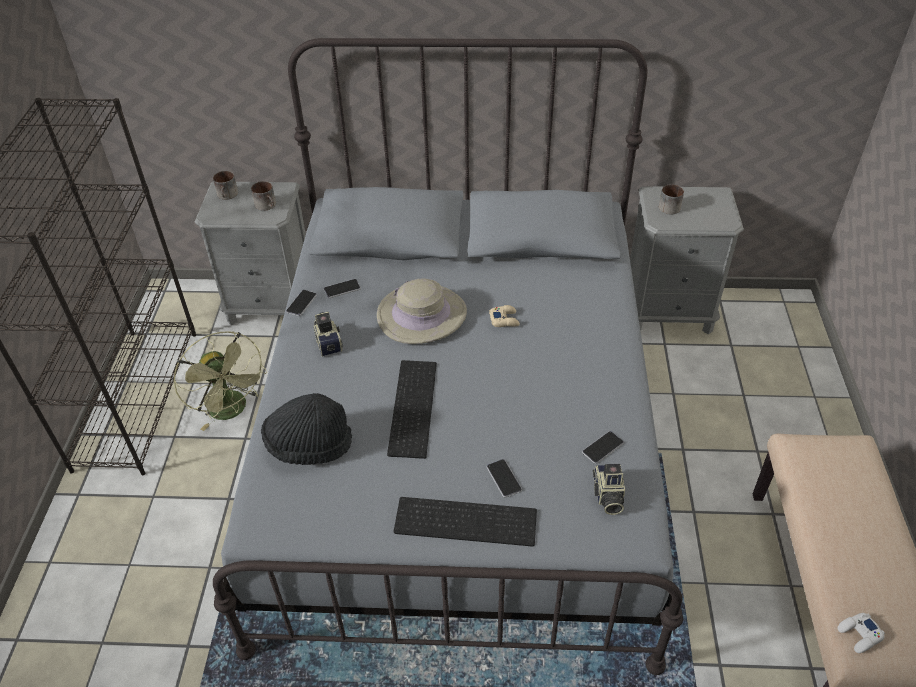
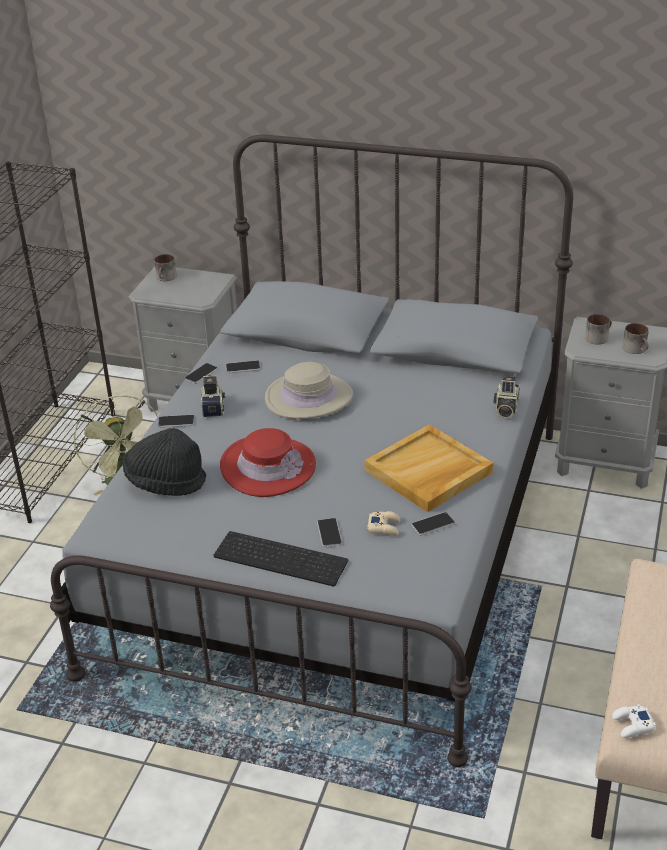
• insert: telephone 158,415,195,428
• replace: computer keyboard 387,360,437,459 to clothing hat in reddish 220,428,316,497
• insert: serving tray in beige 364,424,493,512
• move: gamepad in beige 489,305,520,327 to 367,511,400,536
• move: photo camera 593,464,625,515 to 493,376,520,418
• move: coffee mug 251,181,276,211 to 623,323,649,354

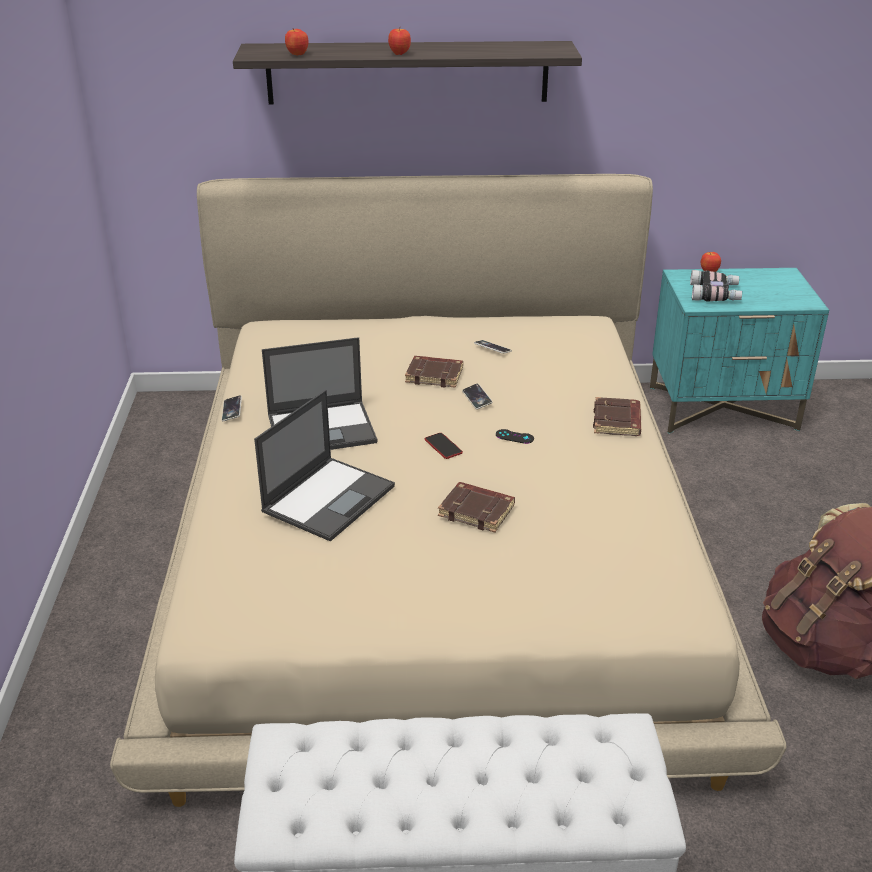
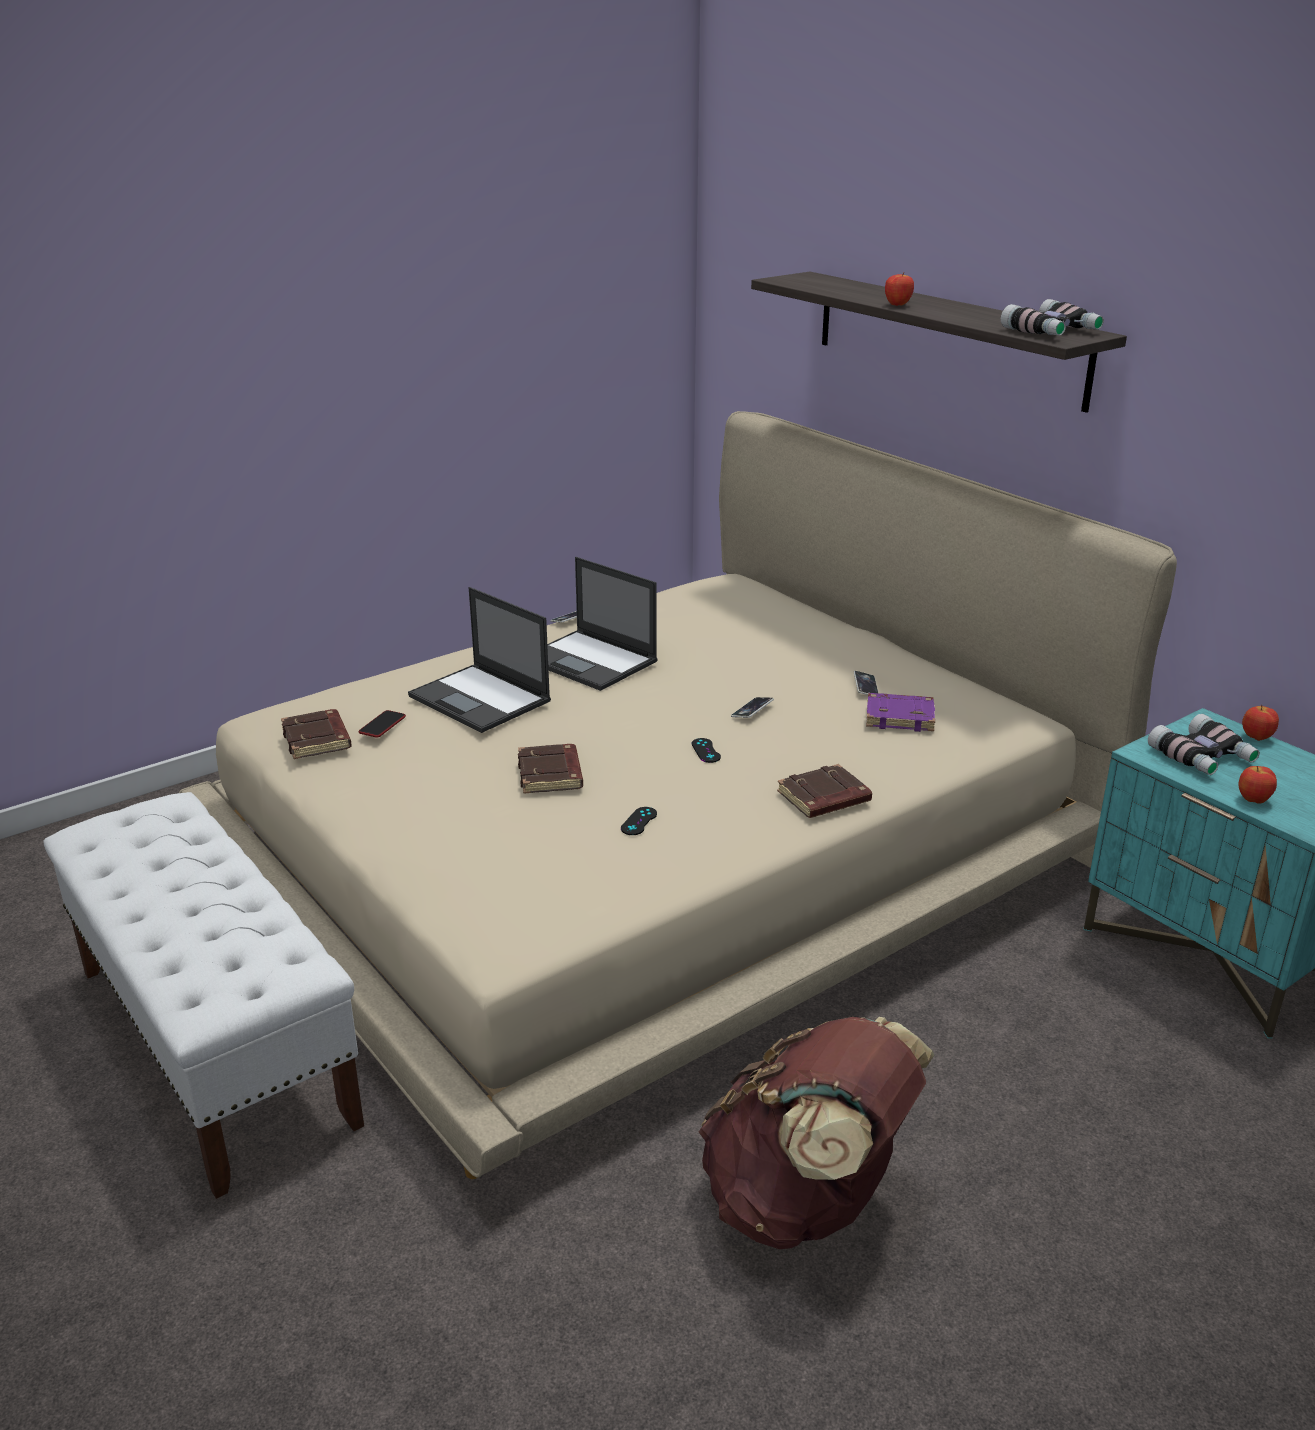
• move: volume in brown 405,356,463,388 to 281,709,352,759
• move: telephone 425,433,463,459 to 359,710,406,738
• rotate: notebook computer 254,390,395,542 = 408,587,551,733 45 degrees clockwise
• insert: gamepad in black 621,807,657,835
• insert: volume in purplish 866,693,935,732
• insert: field glasses 1001,299,1104,336
• move: apple fruit 285,29,308,56 to 1239,766,1277,803

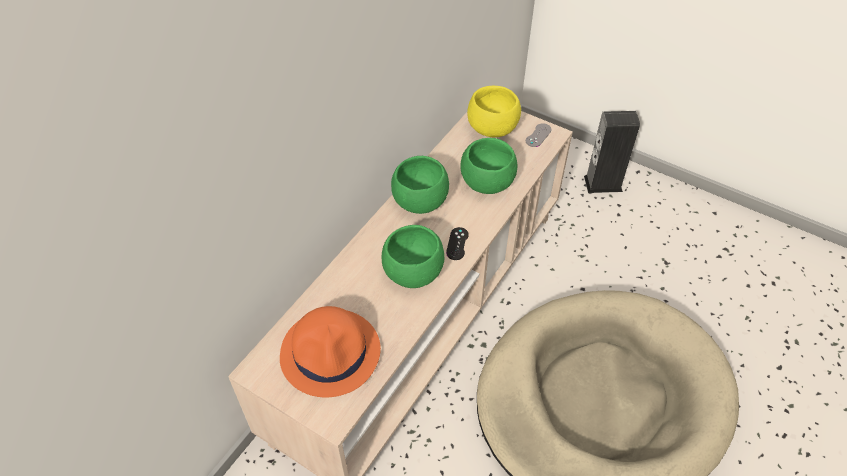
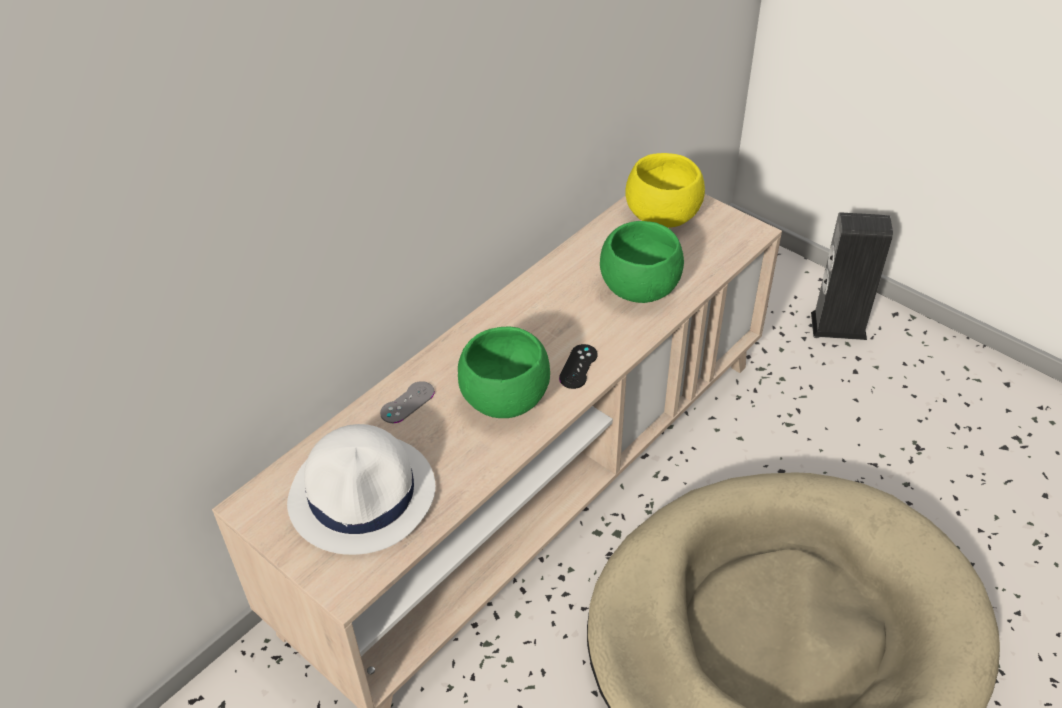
• recolor: clothing hat in orange-coloured 280,306,381,397 to clothing hat in white 287,424,436,555
• move: gamepad in greyish 526,123,552,147 to 380,381,435,423
• delete: bowl in green-coloured 391,156,449,214

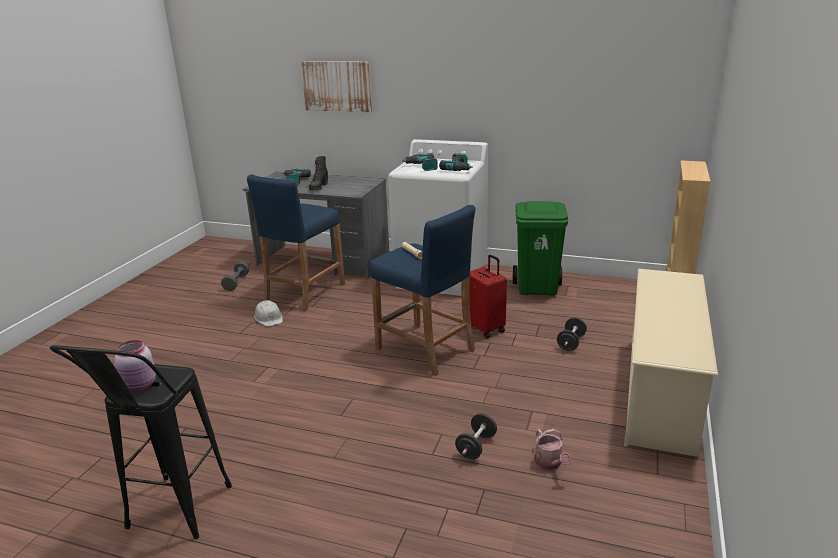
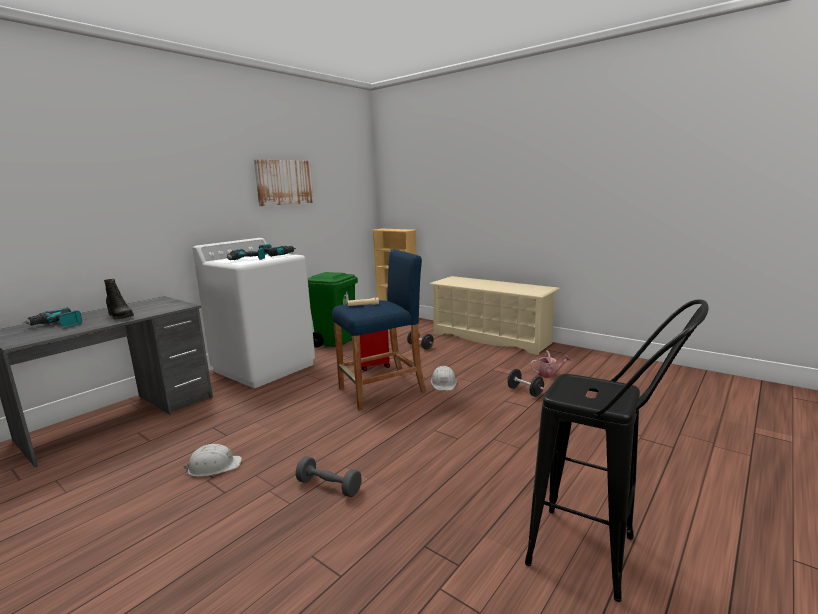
• move: wall picture 301,61,372,112 to 254,160,314,206
• move: hand weight in greyish 221,261,249,291 to 296,456,362,497
• insert: hard hat in white 431,366,457,391
• delete: storage jar in pinkish 114,340,156,391
• delete: stool in blue-coloured 247,174,345,311

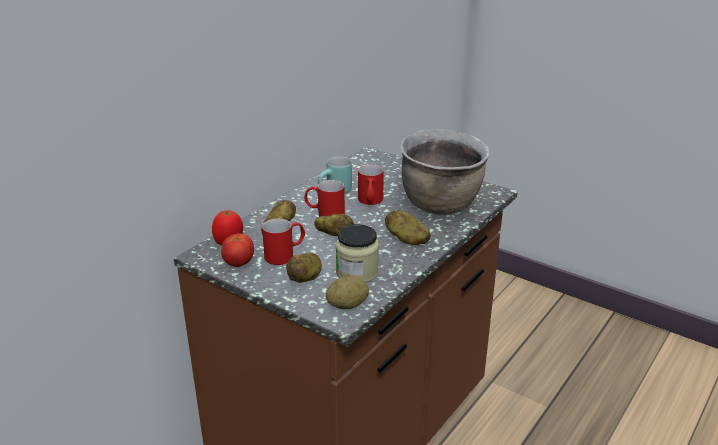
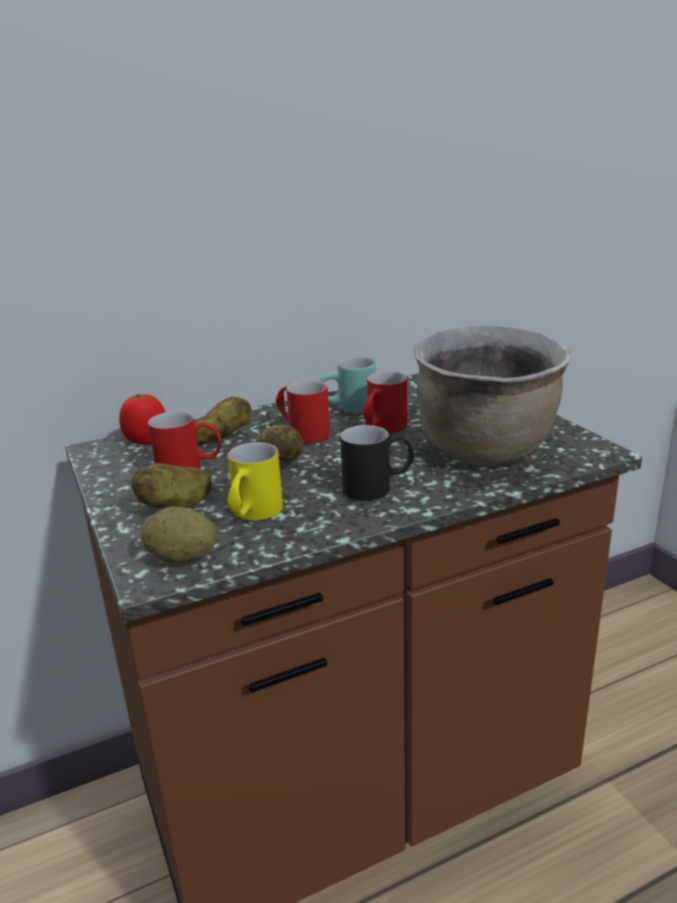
• replace: storage jar 336,224,379,283 to coffee mug in yellow-coloured 227,442,283,521
• replace: potato 385,210,430,245 to coffee mug in black 340,425,414,500
• delete: whole tomato 221,233,254,267

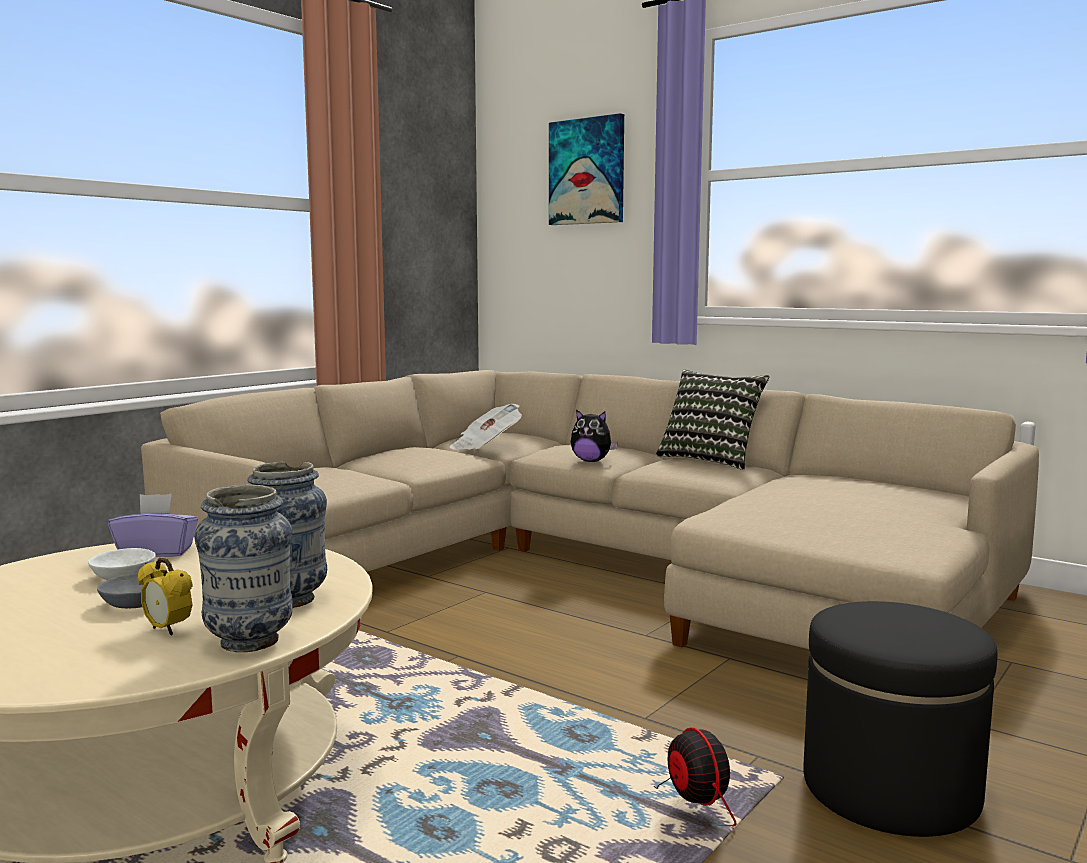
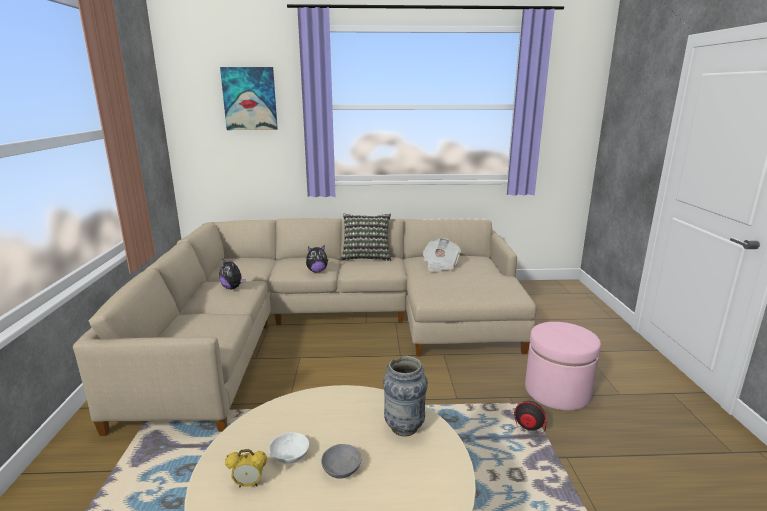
• insert: soft toy 219,258,245,289
• move: bedside clock 137,558,193,635 to 225,449,267,487
• move: newspaper 449,404,522,450 to 422,238,461,272
• recolor: ottoman in black 803,601,997,837 to ottoman in pinkish 525,322,601,411
• delete: tissue holder in purplish 108,494,198,557
• delete: decorative vase 194,485,293,652

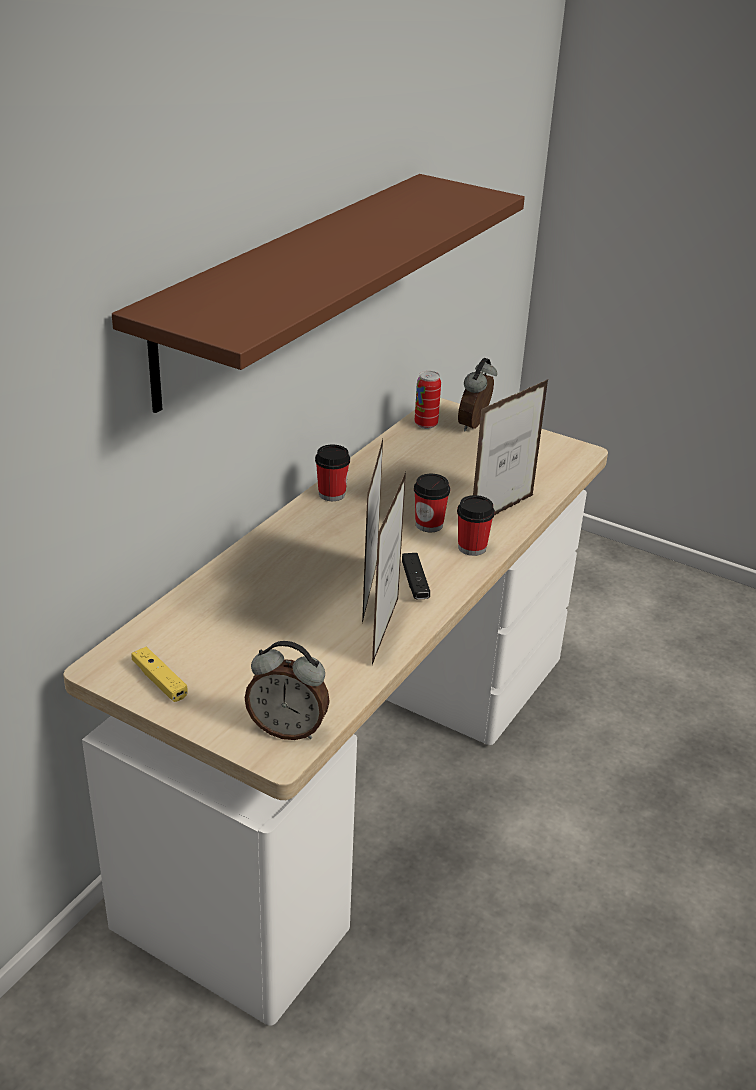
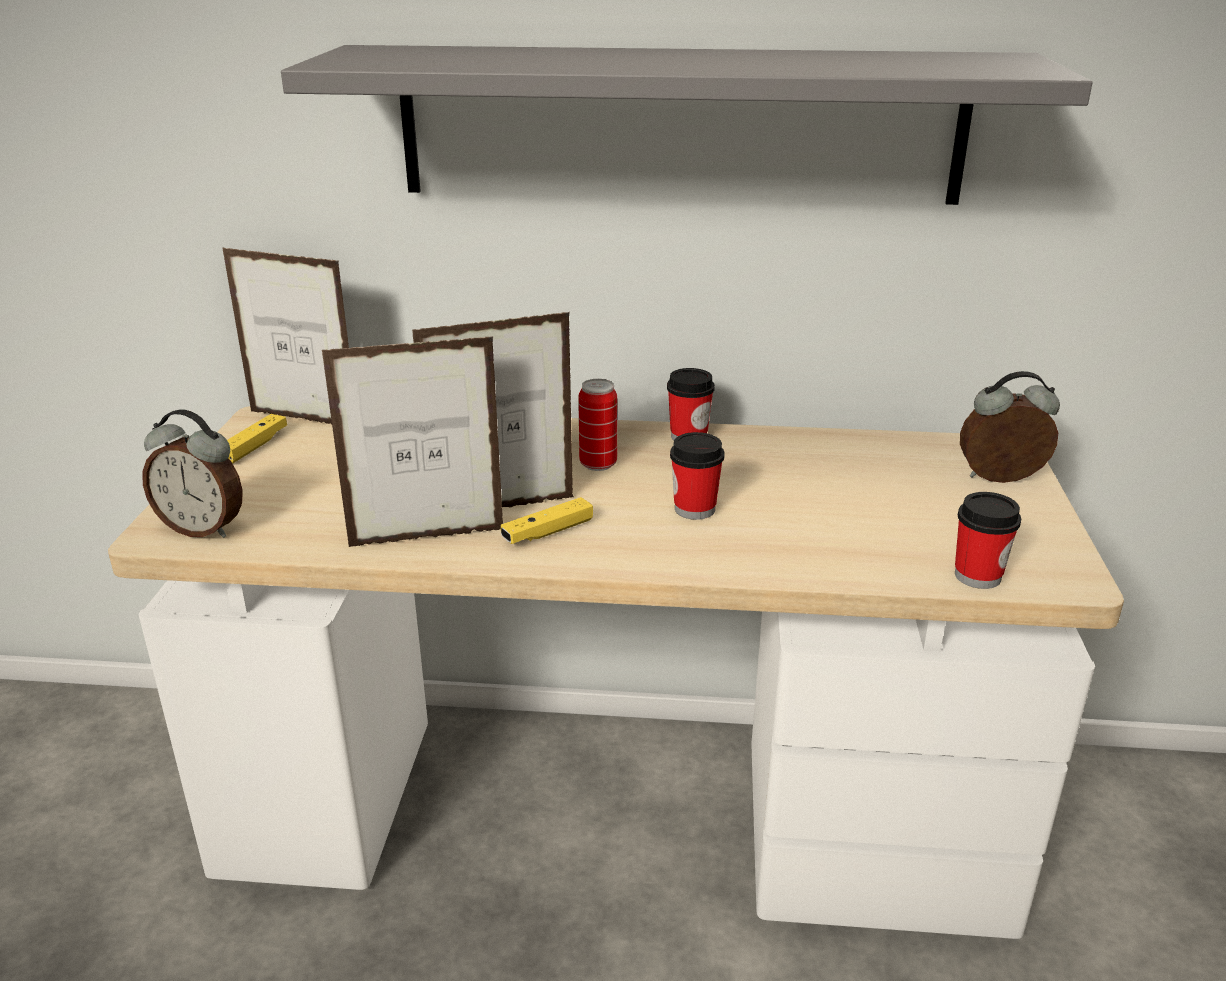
• rotate: bedside clock 245,641,330,740 = 143,410,243,538 60 degrees counterclockwise
• move: standing frame 473,379,548,515 to 222,247,349,425
• recolor: bracket shelf in brown 112,174,525,413 to bracket shelf in greyish 281,45,1092,205
• recolor: gamepad in black 402,553,430,600 to gamepad in yellow-coloured 501,497,593,544
• move: metal can 414,371,441,429 to 578,379,617,471
• move: cup 457,495,495,556 to 955,492,1021,589

